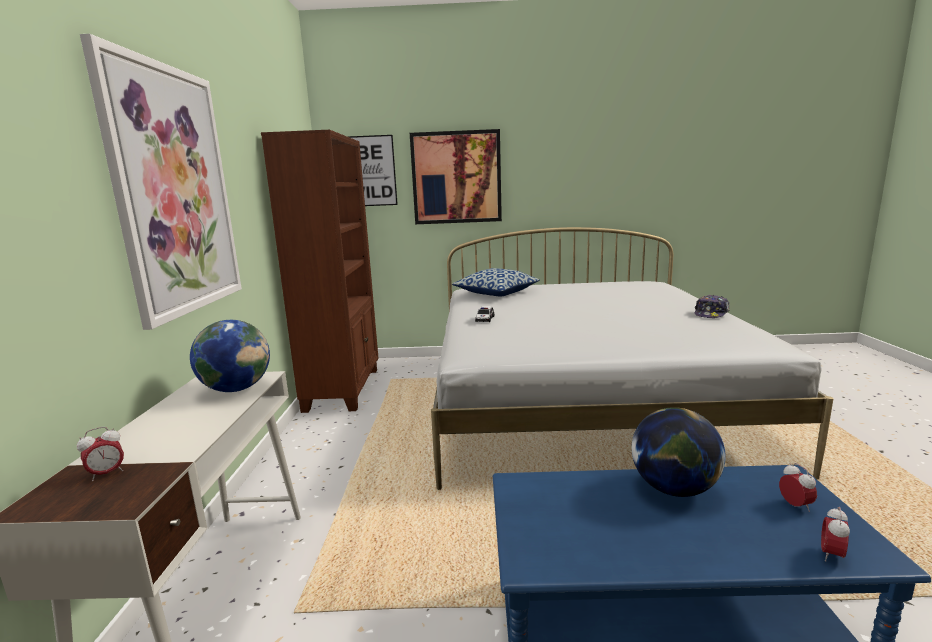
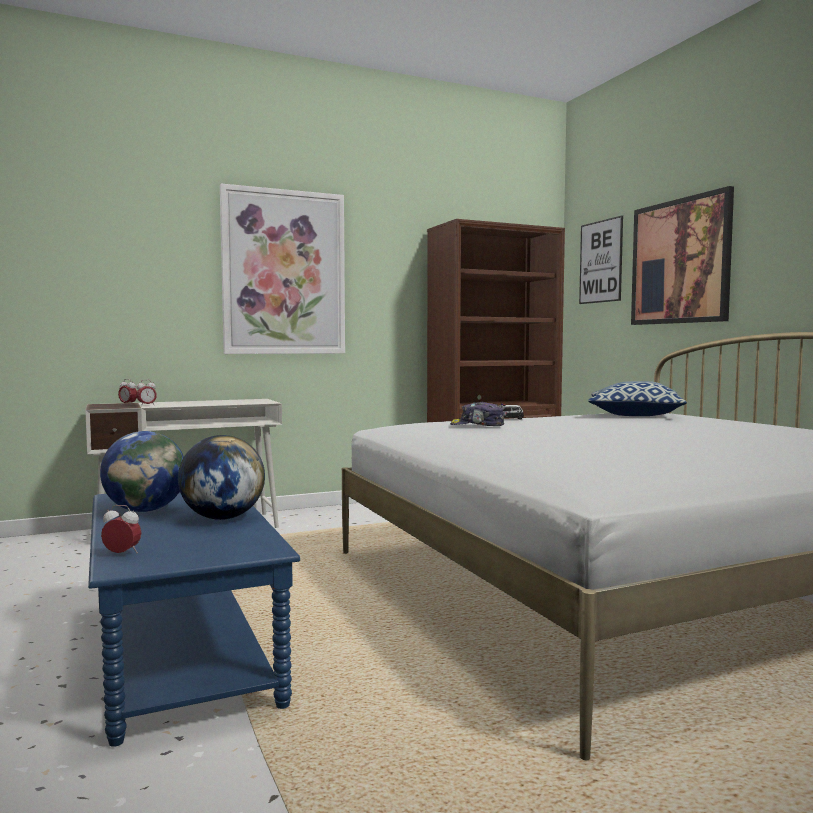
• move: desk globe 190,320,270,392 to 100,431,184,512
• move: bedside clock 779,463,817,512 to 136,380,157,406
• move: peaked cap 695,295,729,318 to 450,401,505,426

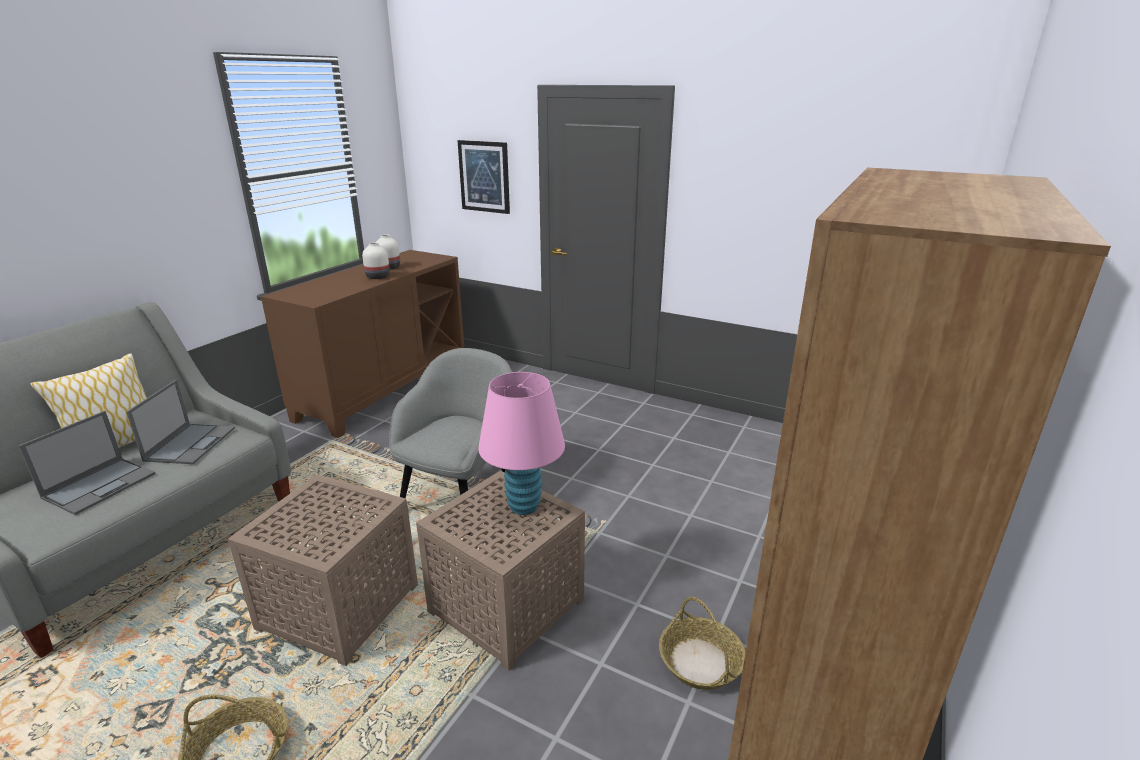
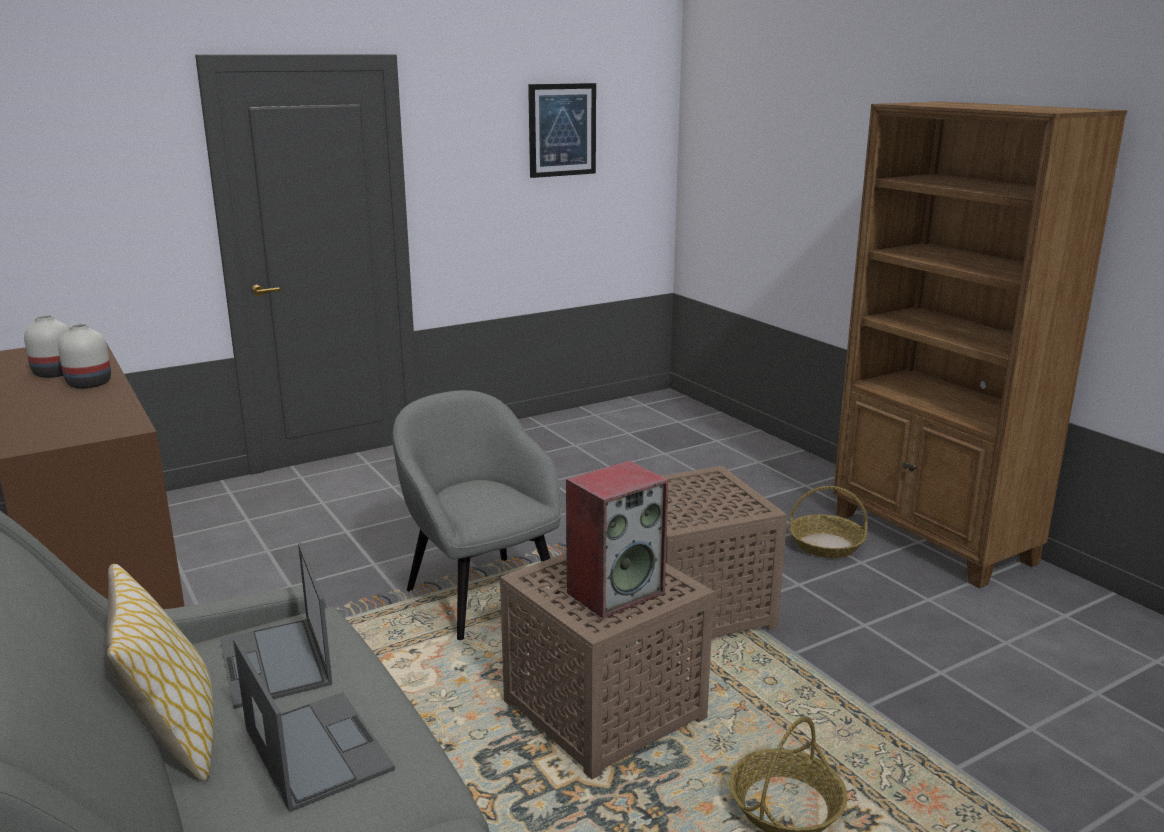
• rotate: notebook computer 126,380,235,464 = 220,543,332,709 150 degrees counterclockwise
• move: wall picture 457,140,510,214 to 528,83,596,178
• insert: loudspeaker 566,460,669,618
• delete: tabletop lamp in pinkish 478,372,565,515

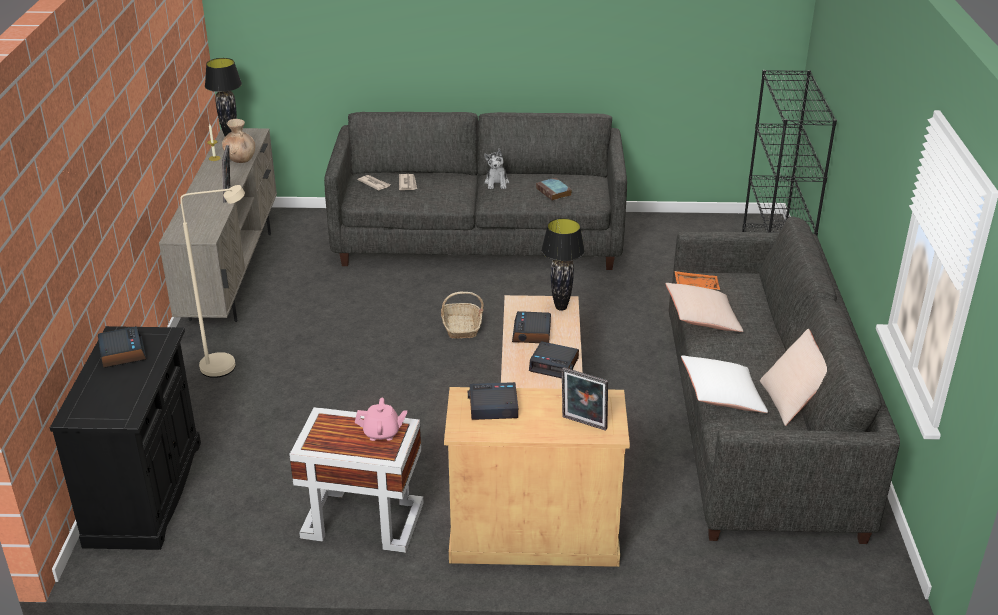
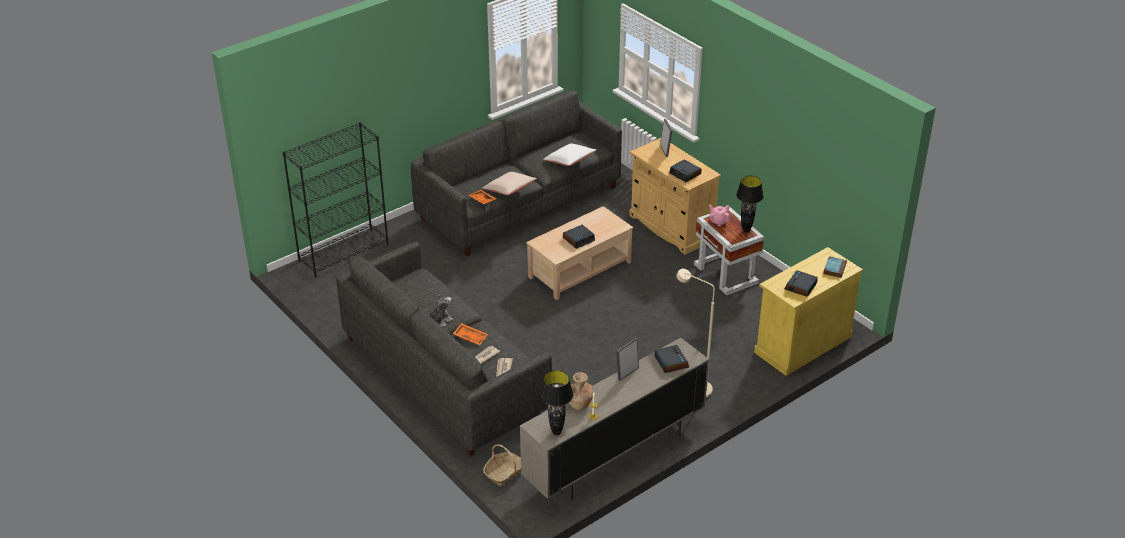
• insert: serving tray in orange-coloured 453,323,488,345
• move: household basket 441,291,484,339 to 483,444,521,486
• move: bedside clock 529,341,579,378 to 655,345,689,373
• move: tabletop lamp in black 541,218,585,311 to 736,176,764,233
• recolor: storage cabinet in black 50,326,201,550 to storage cabinet in yellow-coloured 754,247,863,376
• move: volume 536,178,572,201 to 823,256,847,278
• delete: pillow in beige 760,329,827,426

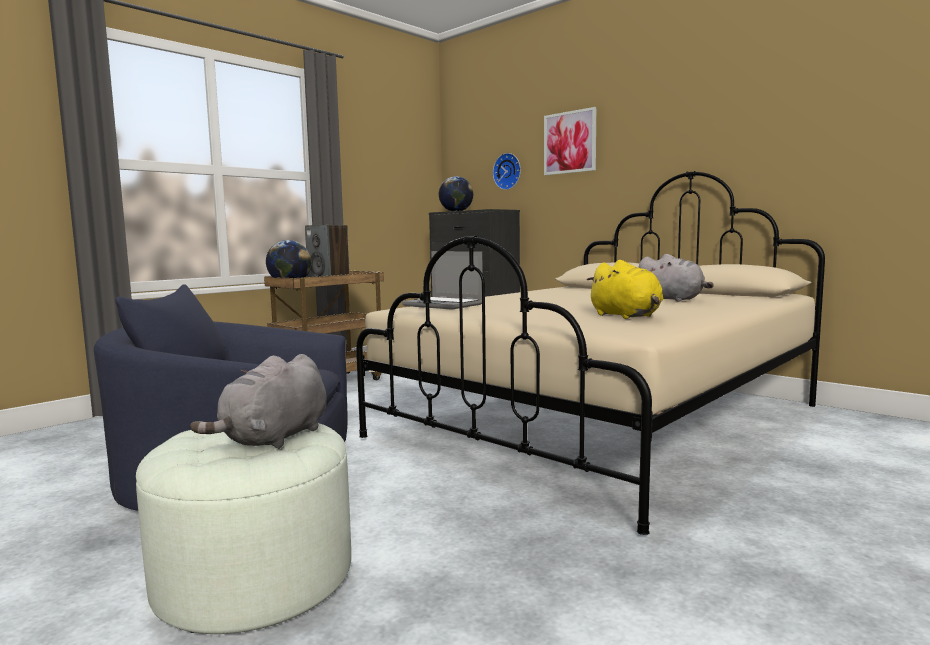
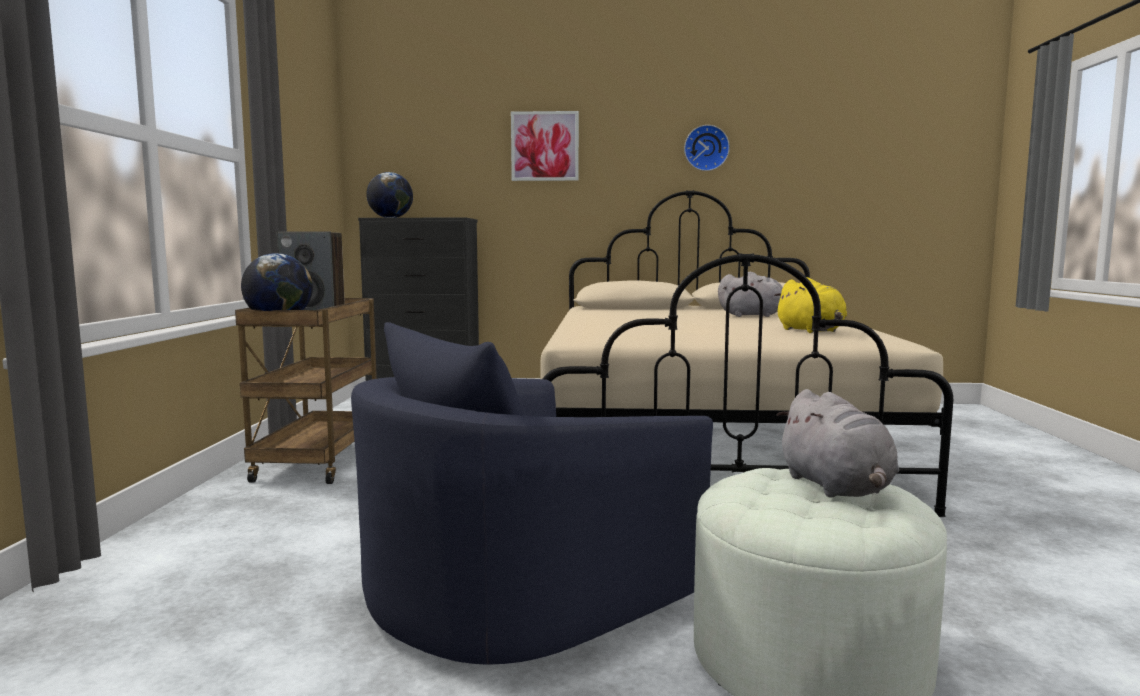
• move: clock on the wall 493,153,521,190 to 684,125,730,171
• rotate: soft toy in yellow-coloured 586,260,663,319 = 774,277,847,333 45 degrees clockwise
• delete: notebook computer 402,251,483,310

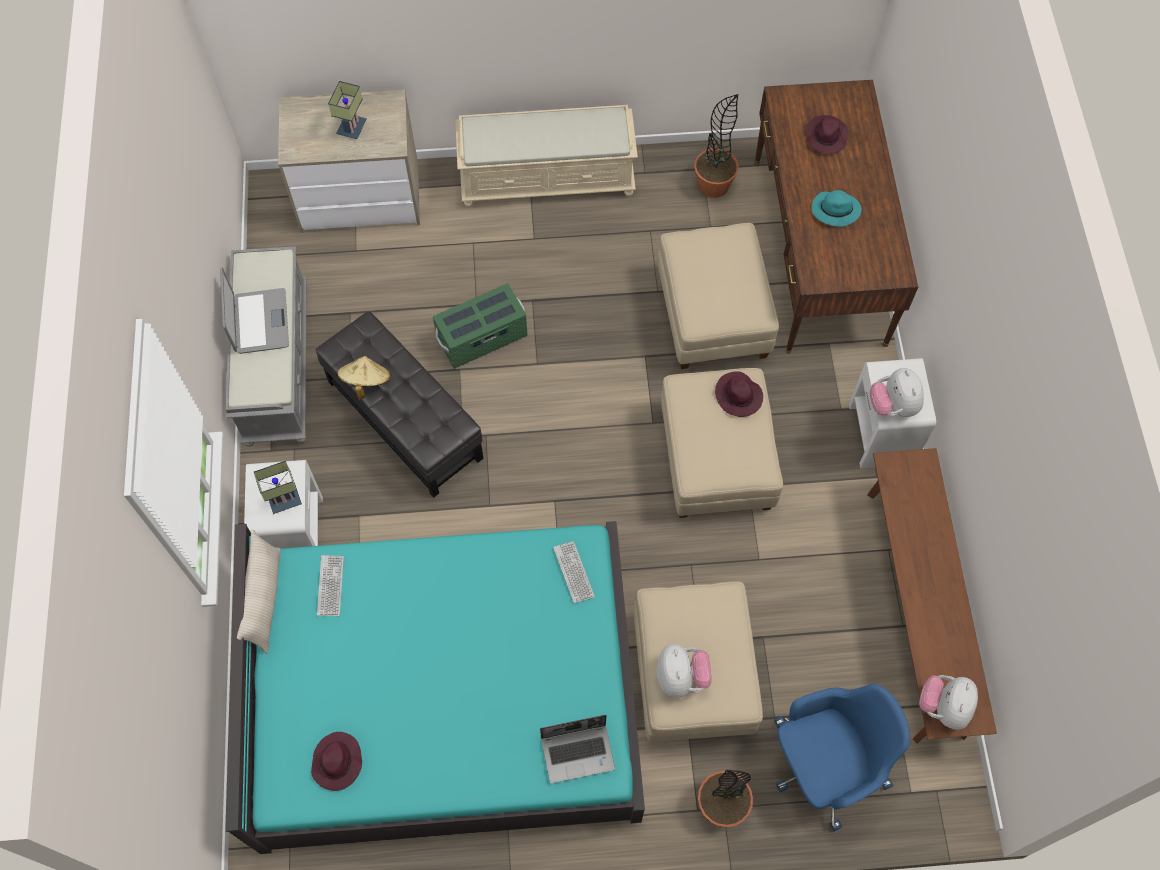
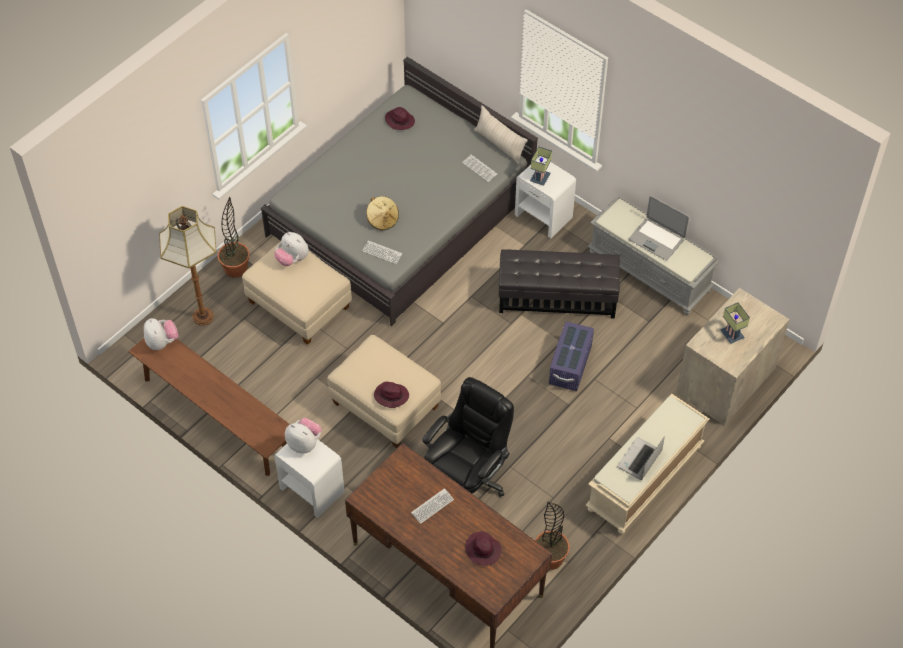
• replace: desk chair in blue-coloured 774,684,910,831 to standing lamp 159,206,216,326
• recolor: sleeping bed in blue-green 225,521,645,854 to sleeping bed in greyish 261,57,538,326
• move: clothing hat in beige 337,356,391,400 to 366,196,399,230
• replace: clothing hat in blue-green 811,190,862,227 to computer keyboard 411,488,454,524
• replace: ottoman in beige 657,223,779,369 to desk chair in black 422,377,514,497
• recolor: storage bin in green-coloured 433,283,527,369 to storage bin in purplish 549,321,594,391
• move: notebook computer 540,715,615,783 to 617,436,665,480

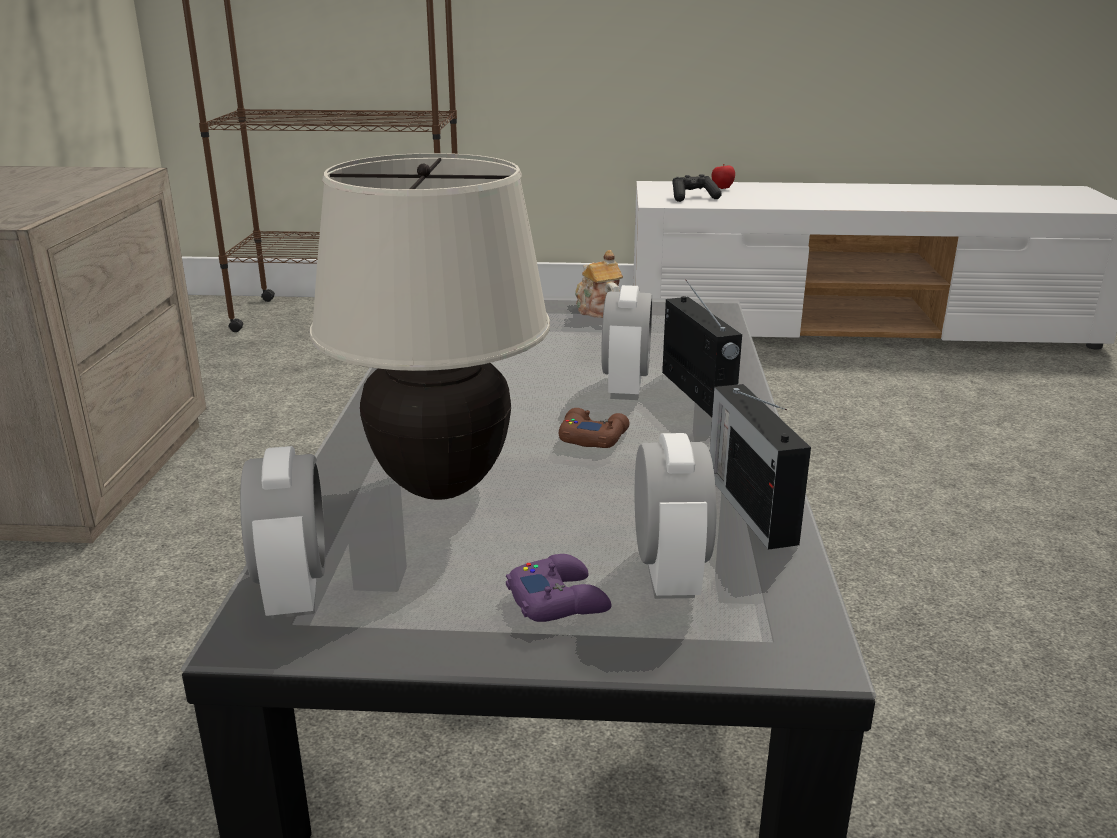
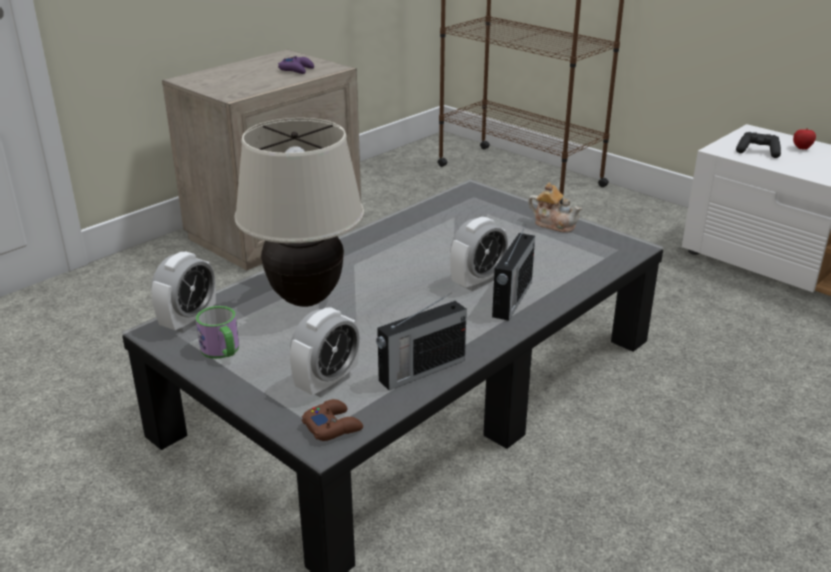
• insert: coffee mug 196,306,239,359
• move: gamepad in purplish 506,554,612,622 to 278,56,314,74
• move: gamepad in brown 559,408,629,448 to 302,399,363,441
• rotate: radio set 710,384,811,550 = 376,293,467,390 150 degrees counterclockwise
• rotate: teapot 575,250,623,318 = 528,183,582,233 105 degrees clockwise

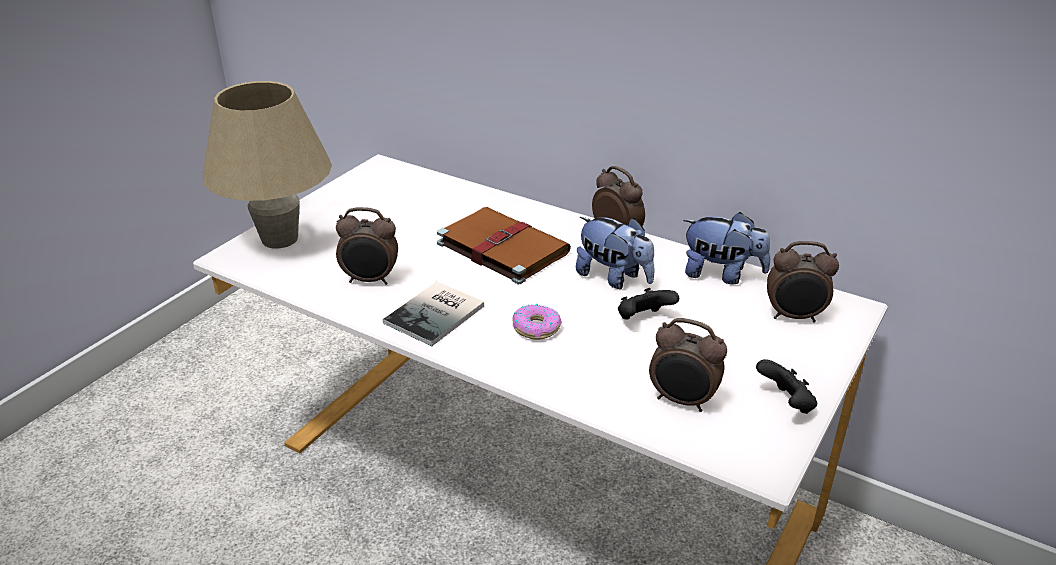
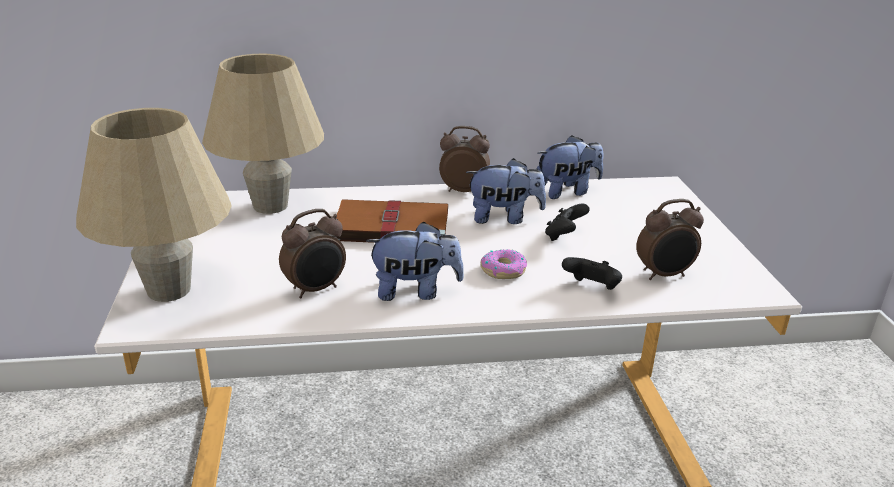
• insert: tabletop lamp in beige 202,54,324,214
• replace: volume 383,282,484,346 to soft toy 366,222,464,301
• move: gamepad in black 756,359,817,414 to 562,257,622,290
• delete: bedside clock 767,241,839,323

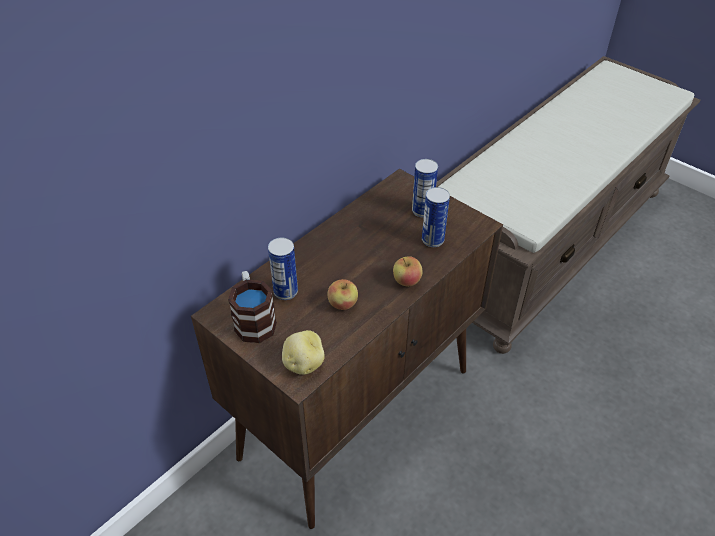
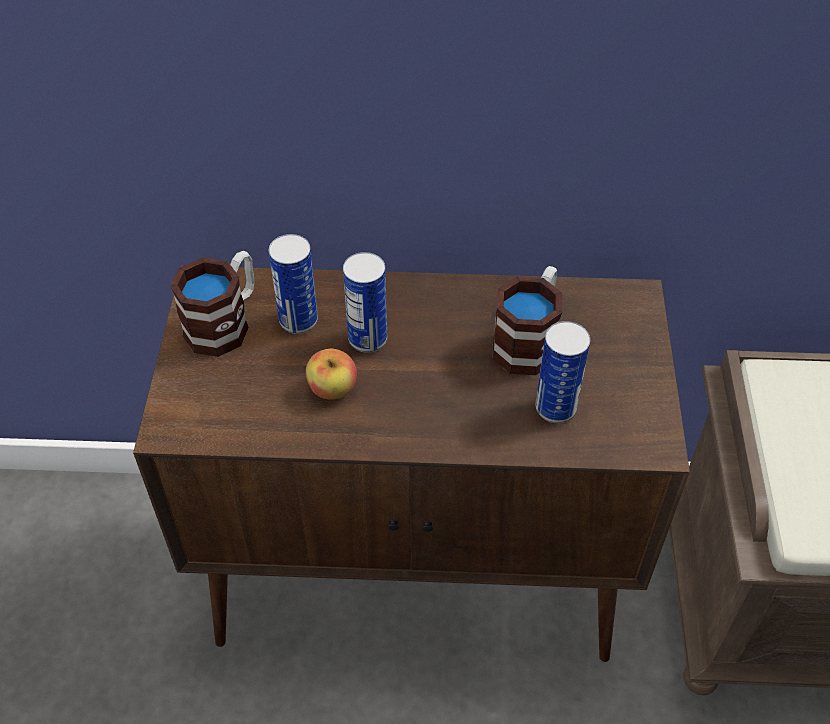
• move: metal can 412,159,438,218 to 343,252,387,353
• insert: coffee mug 492,266,562,375
• delete: potato 282,330,325,375
• delete: apple fruit 393,256,422,286

